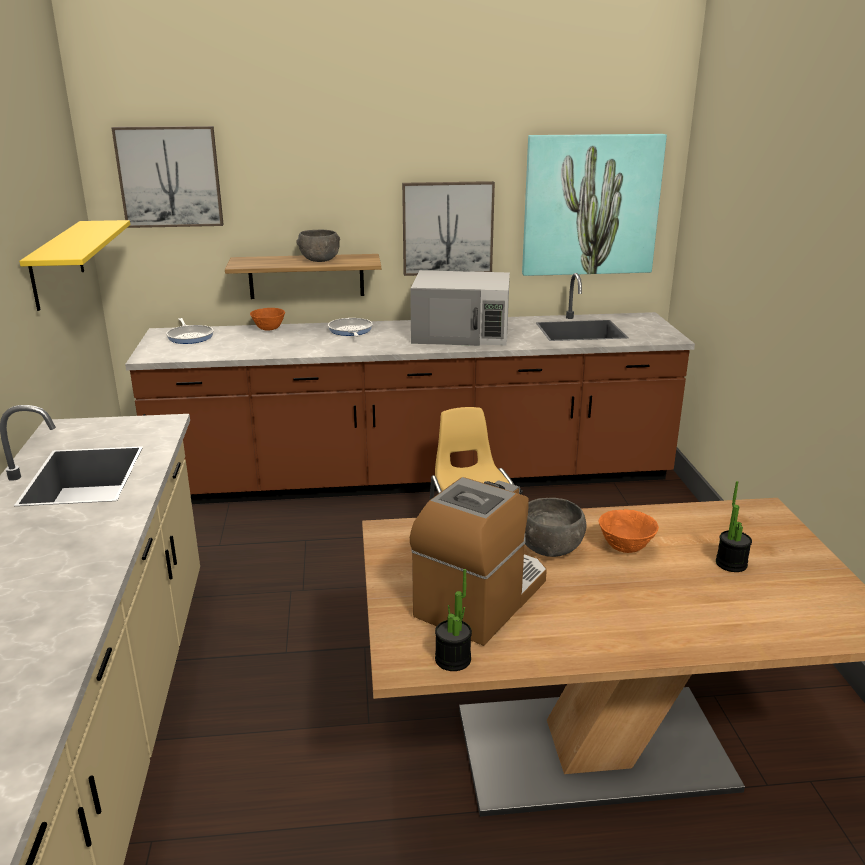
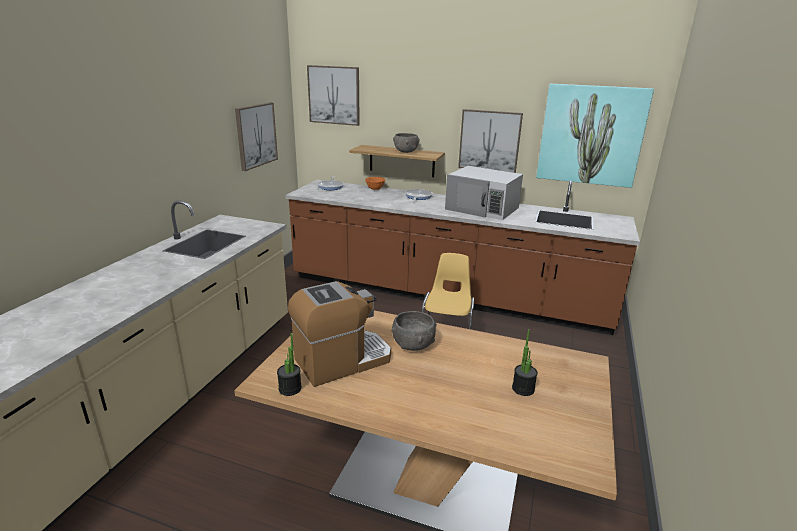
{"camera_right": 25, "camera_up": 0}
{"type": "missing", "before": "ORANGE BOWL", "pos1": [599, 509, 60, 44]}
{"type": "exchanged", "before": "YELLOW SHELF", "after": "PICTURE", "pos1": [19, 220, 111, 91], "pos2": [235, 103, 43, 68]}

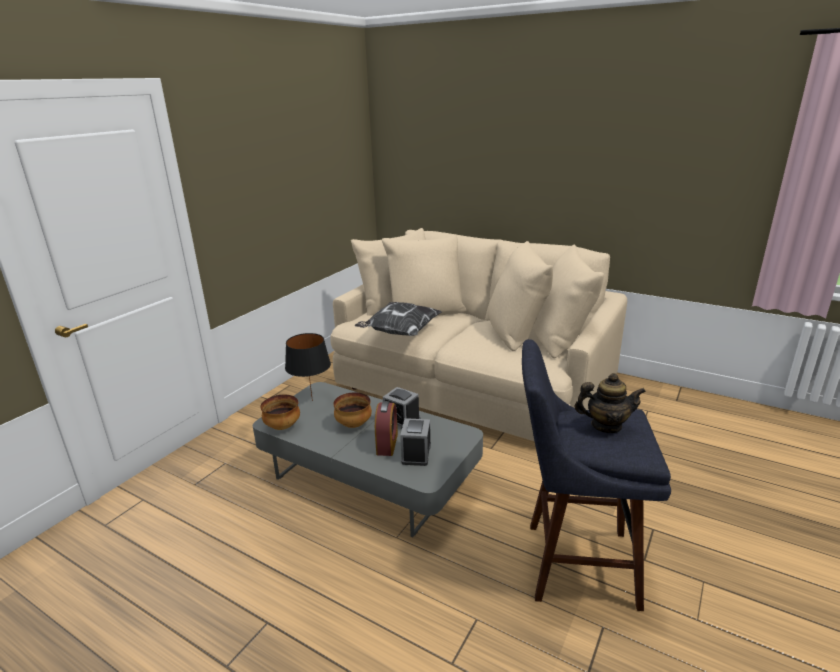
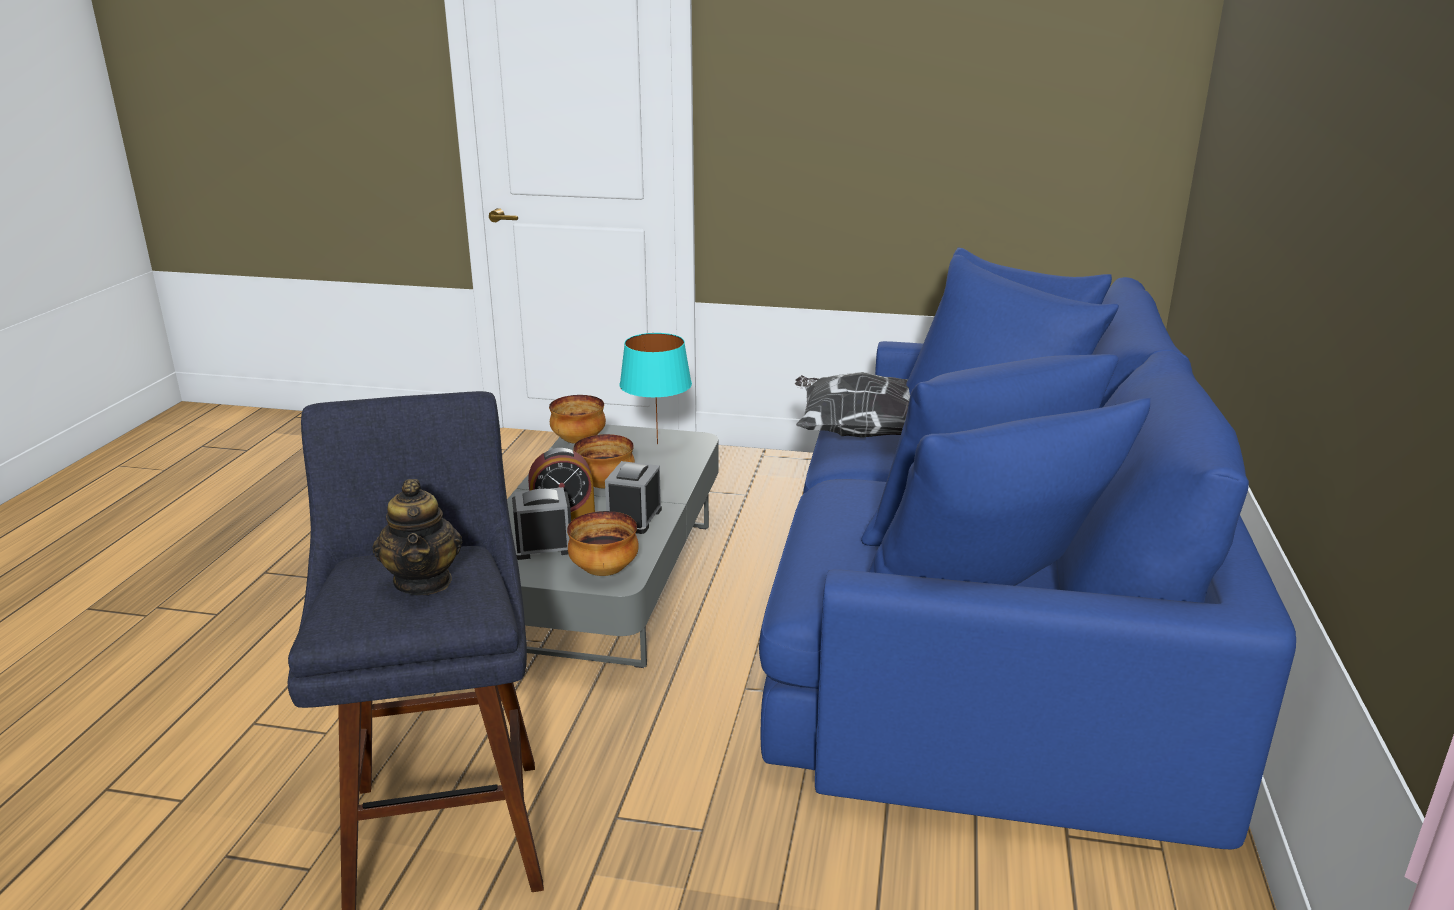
{"camera_right": 70, "camera_up": 0}
{"type": "appeared", "after": "BOWL", "pos2": [567, 511, 72, 65]}
{"type": "colour", "before": "BLACK TABLE LAMP", "after": "TURQUOISE TABLE LAMP", "pos1": [285, 333, 46, 68], "pos2": [620, 333, 72, 111]}
{"type": "colour", "before": "BEIGE SOFA", "after": "BLUE SOFA", "pos1": [330, 228, 297, 213], "pos2": [759, 248, 537, 601]}

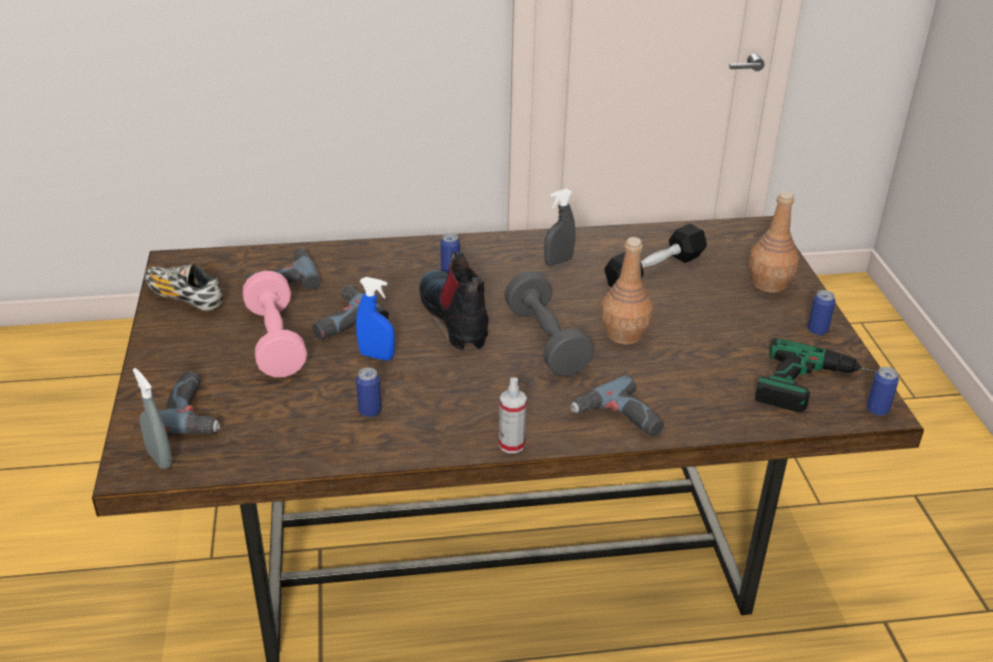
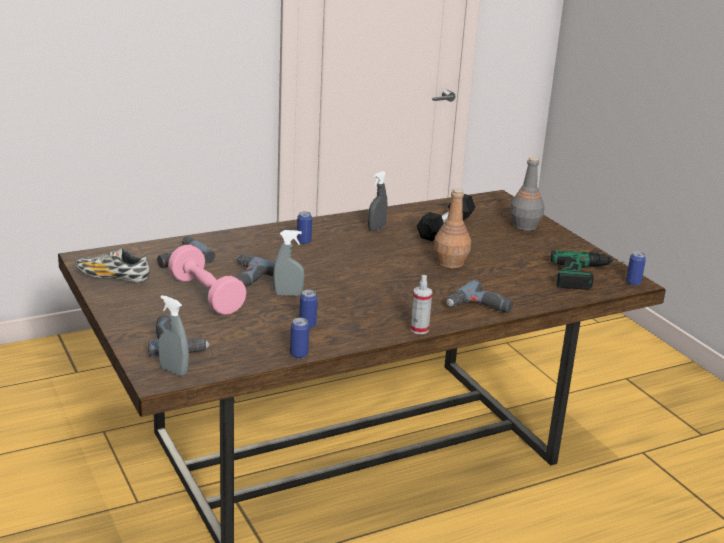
{"camera_right": -20, "camera_up": -10}
{"type": "missing", "before": "BOOT", "pos1": [419, 252, 70, 98]}
{"type": "missing", "before": "GREY DUMBBELL", "pos1": [505, 271, 89, 105]}
{"type": "relocated", "before": "CAN", "pos1": [808, 290, 28, 45], "pos2": [290, 318, 19, 40]}
{"type": "colour", "before": "BLUE SPRAY BOTTLE", "after": "GREY SPRAY BOTTLE", "pos1": [356, 277, 39, 84], "pos2": [273, 230, 31, 66]}
{"type": "colour", "before": "BROWN BOTTLE", "after": "GREY BOTTLE", "pos1": [748, 191, 51, 102], "pos2": [510, 157, 35, 74]}

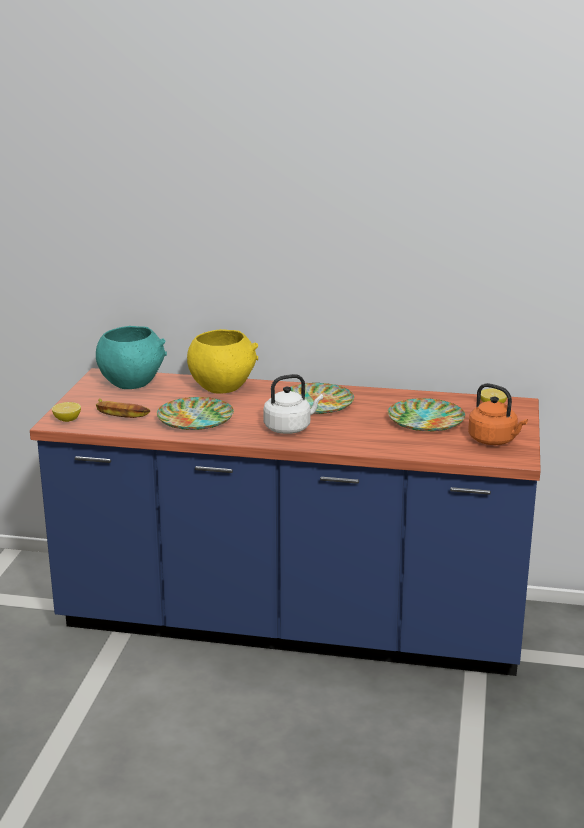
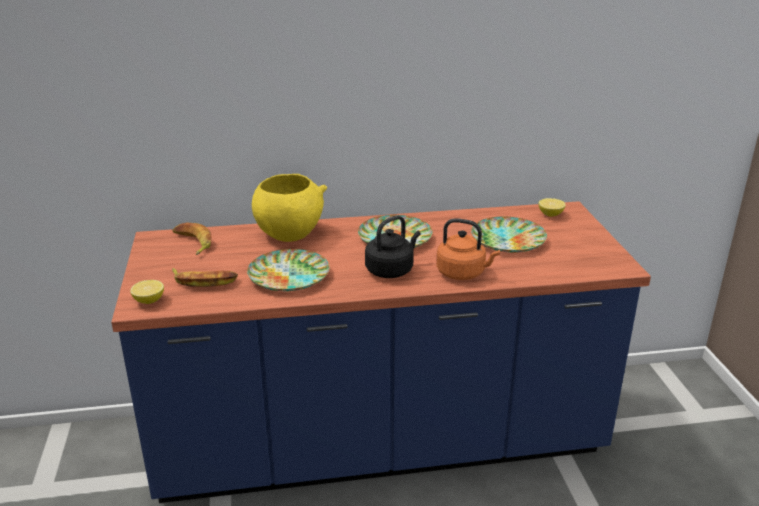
{"camera_right": -20, "camera_up": 5}
{"type": "relocated", "before": "ORANGE KETTLE", "pos1": [468, 383, 60, 62], "pos2": [436, 218, 64, 62]}
{"type": "exchanged", "before": "TURQUOISE BOWL", "after": "BANANA", "pos1": [96, 326, 71, 63], "pos2": [173, 222, 38, 33]}
{"type": "colour", "before": "WHITE KETTLE", "after": "BLACK KETTLE", "pos1": [263, 374, 60, 60], "pos2": [365, 215, 55, 63]}

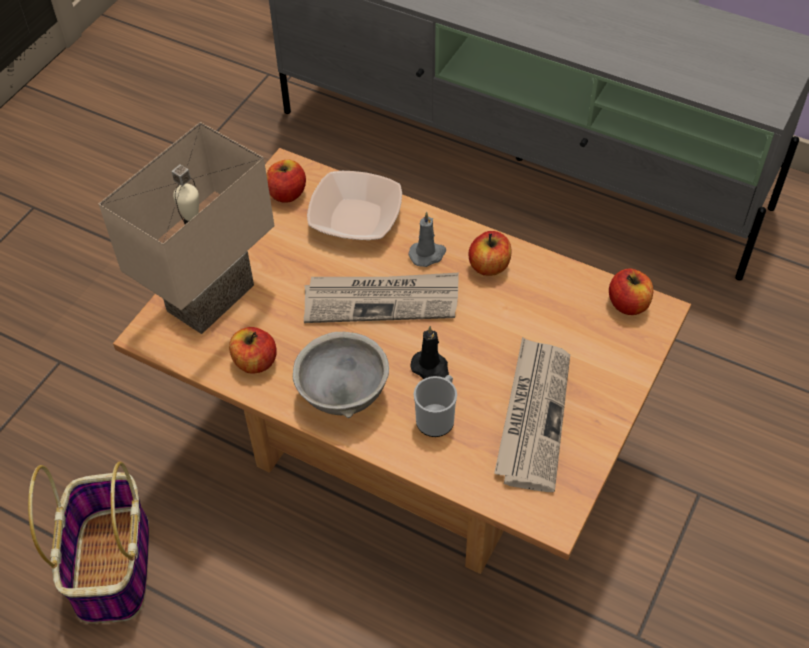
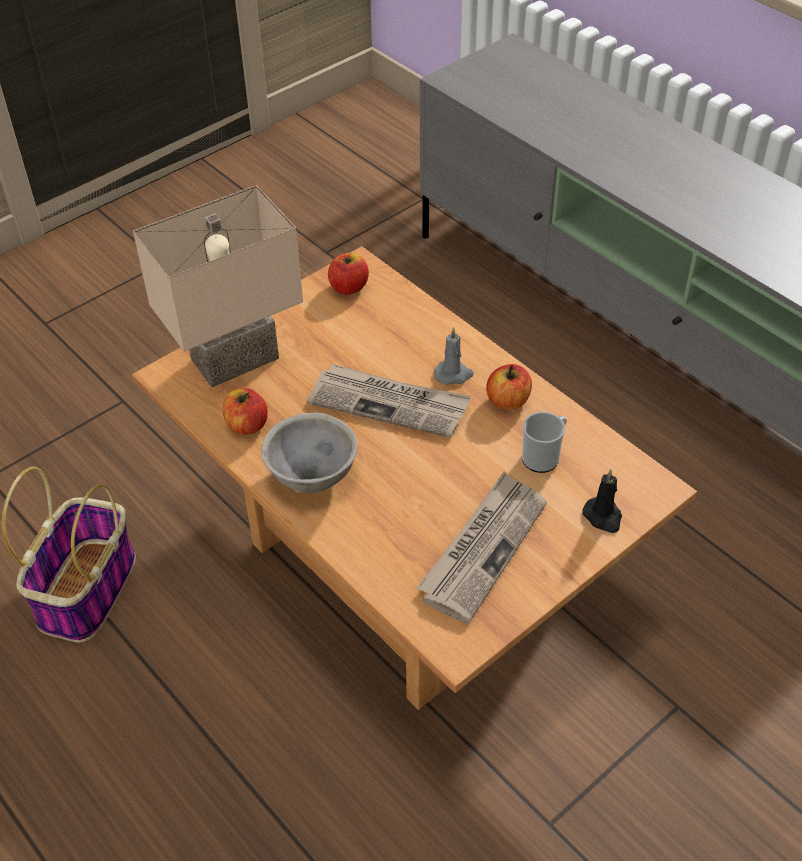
{"camera_right": 20, "camera_up": -5}
{"type": "missing", "before": "BOWL", "pos1": [307, 171, 95, 69]}
{"type": "missing", "before": "APPLE", "pos1": [609, 268, 44, 47]}
{"type": "relocated", "before": "BLACK CANDLE", "pos1": [410, 326, 39, 53], "pos2": [582, 469, 40, 64]}
{"type": "relocated", "before": "MUG", "pos1": [414, 375, 43, 62], "pos2": [522, 412, 45, 61]}

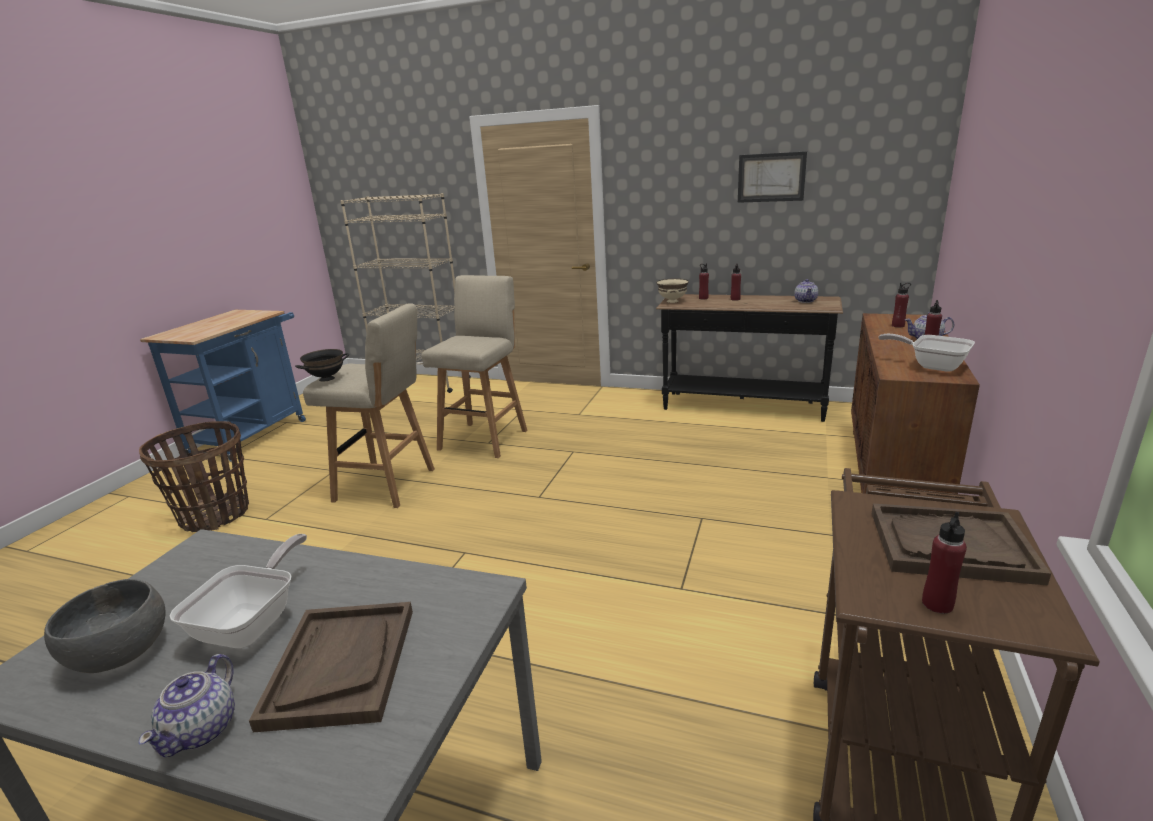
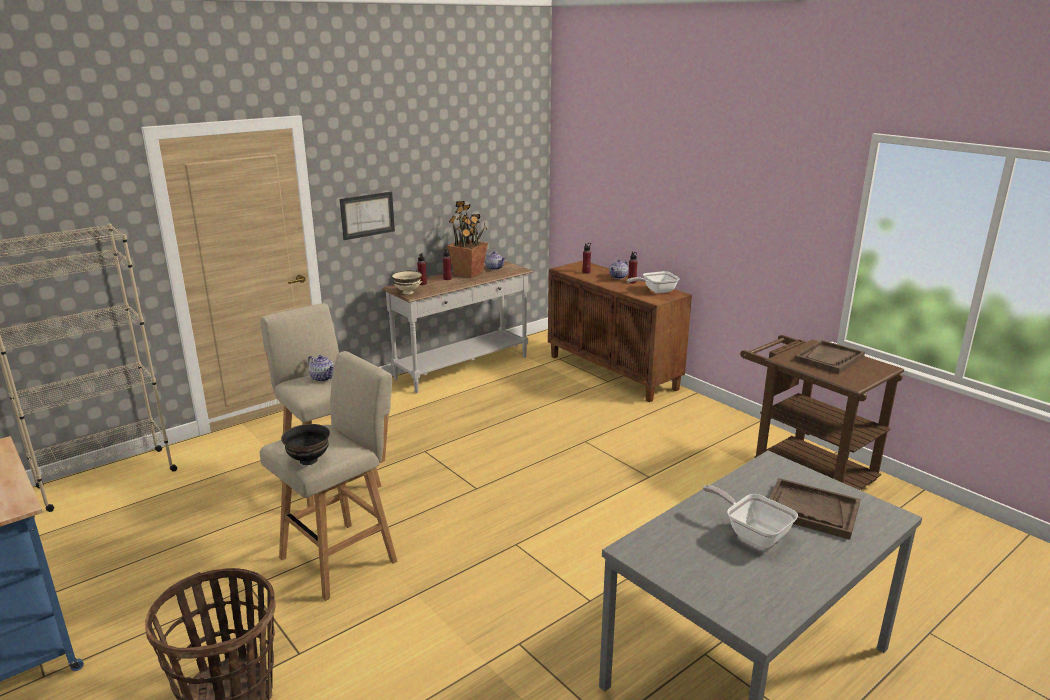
{"camera_right": -60, "camera_up": 0}
{"type": "missing", "before": "GREY BOWL", "pos1": [44, 579, 121, 94]}
{"type": "missing", "before": "RED BOTTLE", "pos1": [922, 512, 45, 102]}
{"type": "appeared", "after": "POTTED PLANT", "pos2": [447, 201, 41, 77]}
{"type": "relocated", "before": "TEAPOT", "pos1": [139, 654, 96, 103], "pos2": [308, 355, 26, 27]}
{"type": "relocated", "before": "PICTURE", "pos1": [738, 151, 69, 52], "pos2": [340, 192, 55, 48]}
{"type": "colour", "before": "BLACK CONSOLE TABLE", "after": "WHITE CONSOLE TABLE", "pos1": [656, 294, 187, 128], "pos2": [382, 261, 151, 132]}

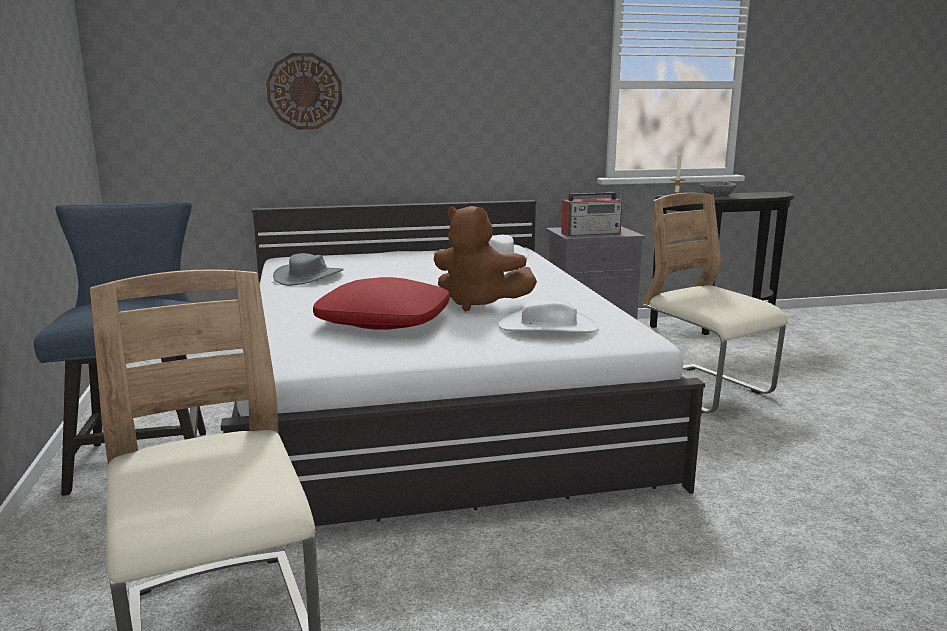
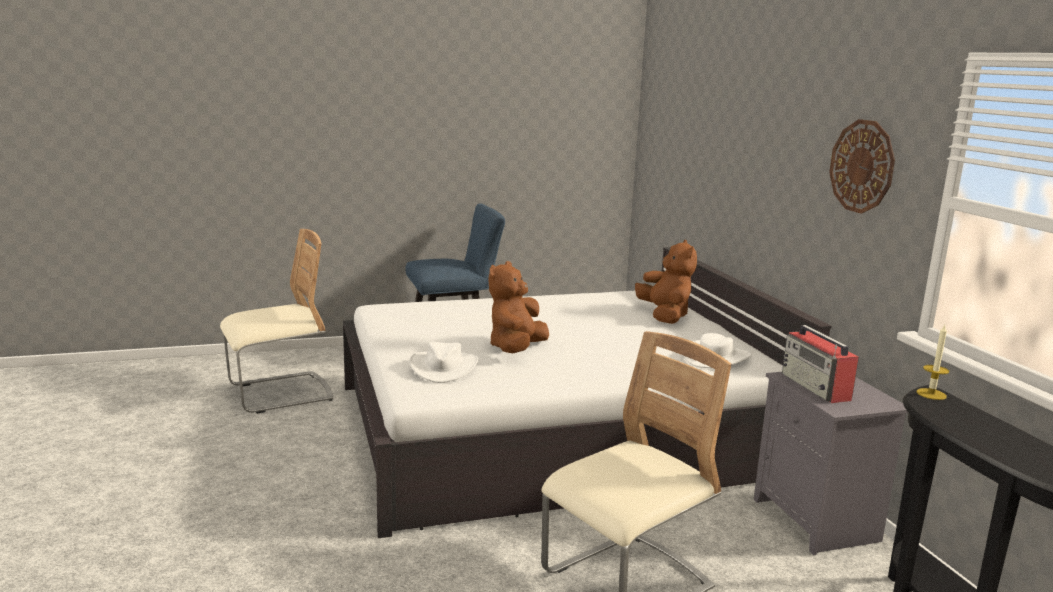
{"camera_right": 85, "camera_up": 0}
{"type": "missing", "before": "GREY HAT", "pos1": [273, 253, 71, 33]}
{"type": "missing", "before": "RED PILLOW", "pos1": [313, 277, 136, 53]}
{"type": "missing", "before": "GREY BOWL", "pos1": [700, 181, 36, 16]}
{"type": "appeared", "after": "BROWN PLUSH TOY", "pos2": [635, 240, 62, 84]}
{"type": "relocated", "before": "WALL CLOCK", "pos1": [266, 53, 76, 76], "pos2": [829, 119, 66, 95]}

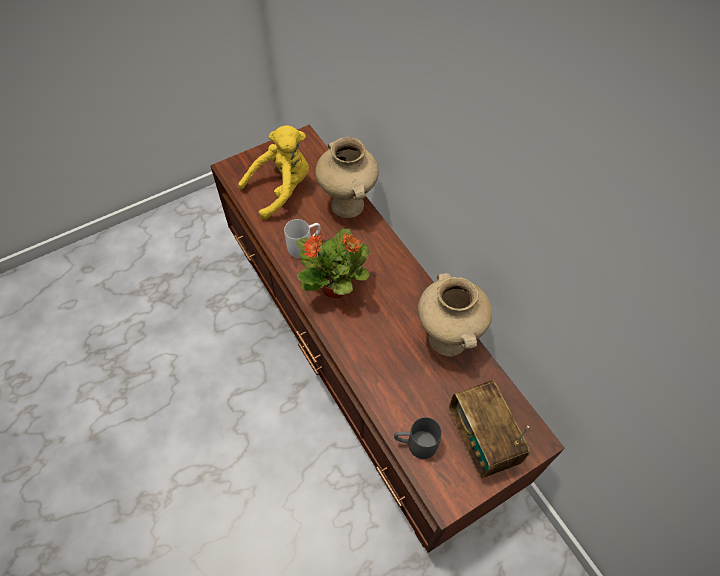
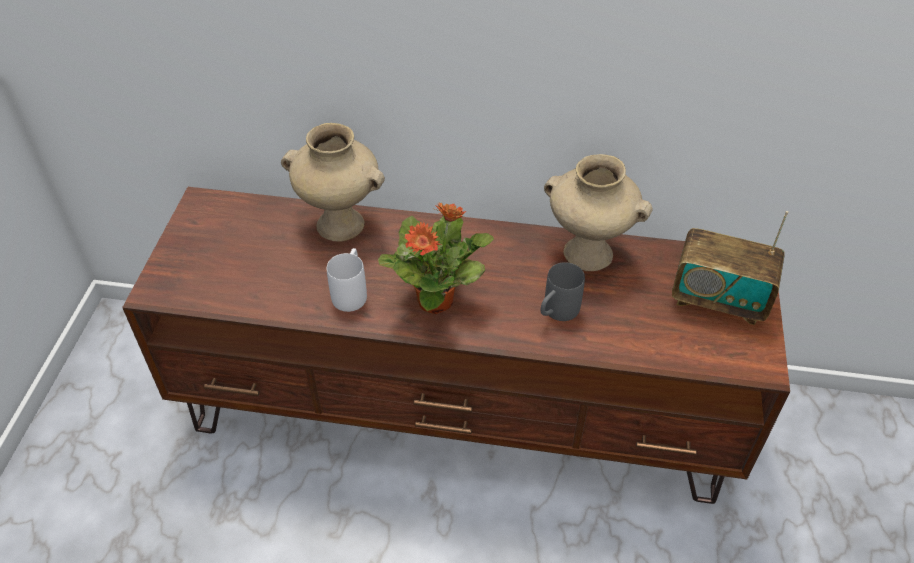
{"camera_right": -50, "camera_up": -10}
{"type": "missing", "before": "YELLOW PLUSH TOY", "pos1": [238, 125, 71, 95]}
{"type": "relocated", "before": "GREY MUG", "pos1": [394, 417, 48, 42], "pos2": [541, 262, 44, 59]}

